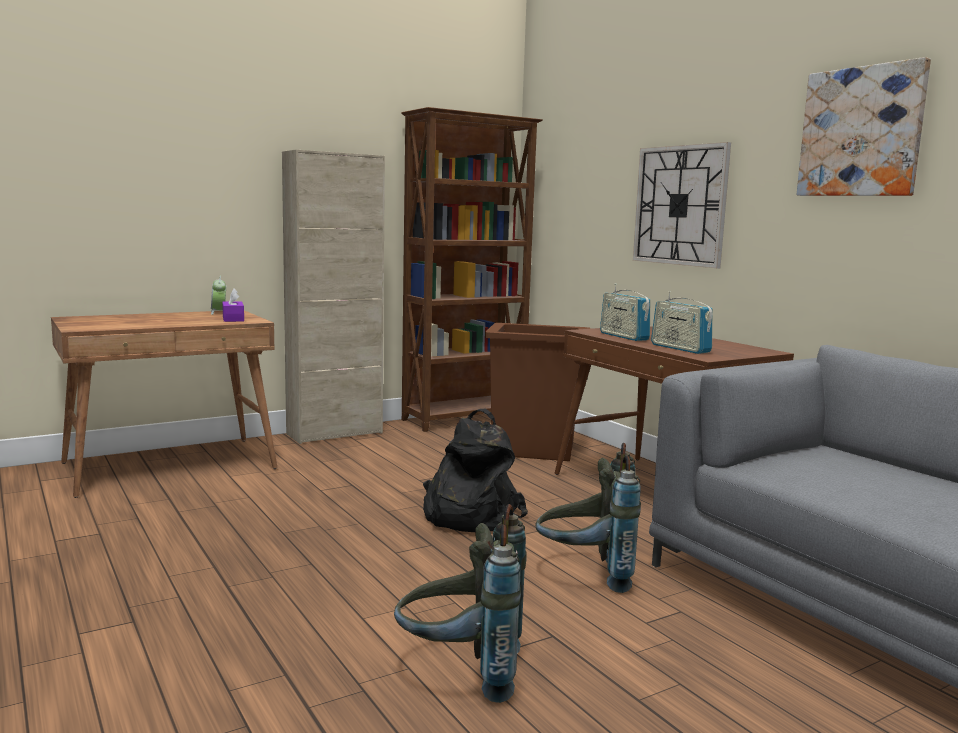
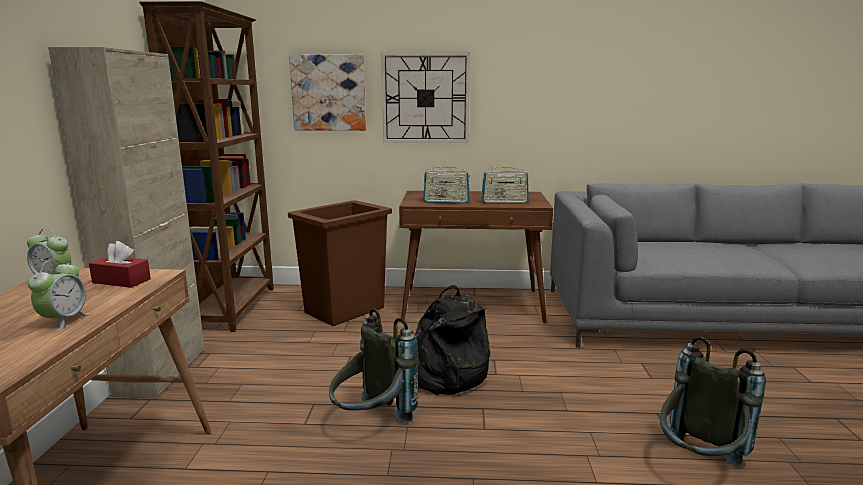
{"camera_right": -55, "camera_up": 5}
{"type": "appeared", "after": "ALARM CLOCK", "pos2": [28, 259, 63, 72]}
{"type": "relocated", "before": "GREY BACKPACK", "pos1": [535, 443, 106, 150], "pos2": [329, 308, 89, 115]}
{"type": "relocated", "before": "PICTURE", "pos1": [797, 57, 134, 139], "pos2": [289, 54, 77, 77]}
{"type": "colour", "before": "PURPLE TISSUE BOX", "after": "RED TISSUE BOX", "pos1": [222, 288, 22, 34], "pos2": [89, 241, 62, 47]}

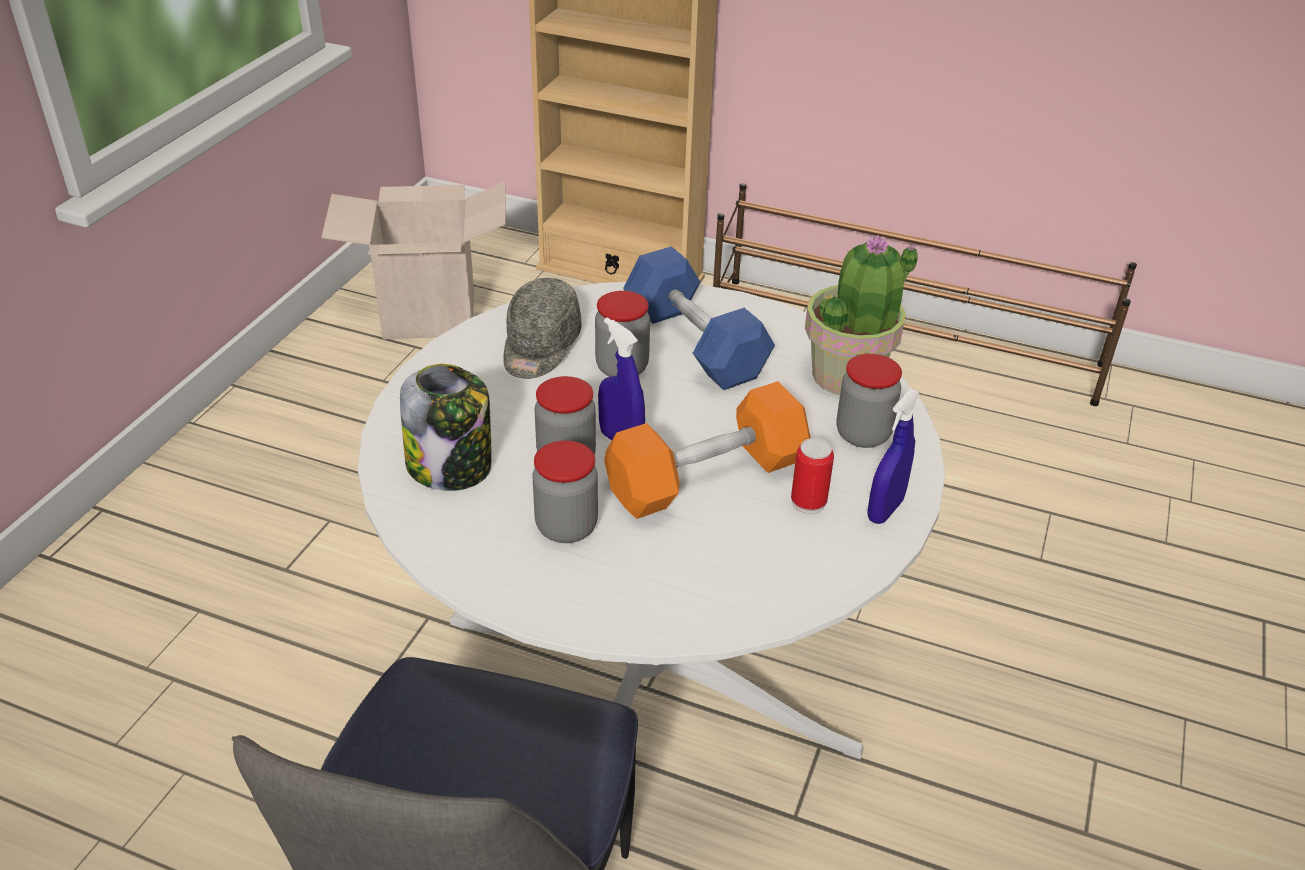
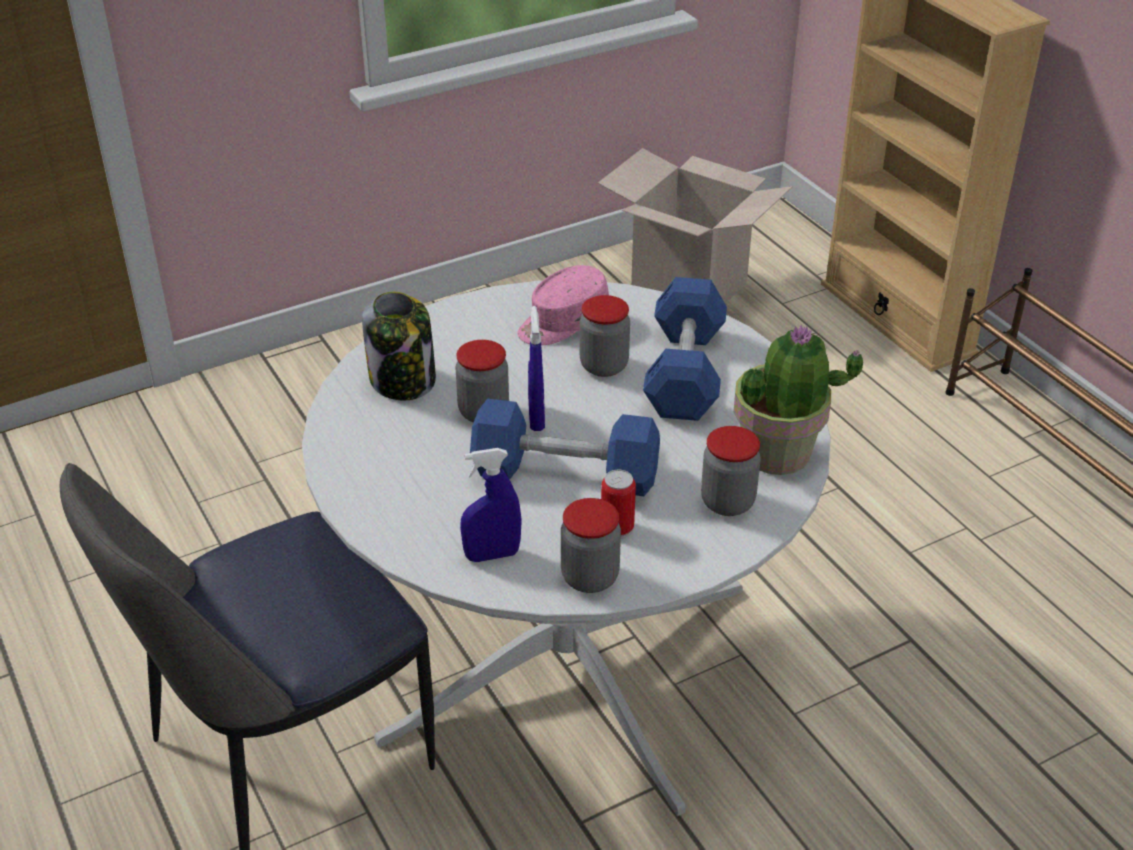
{"camera_right": 40, "camera_up": 0}
{"type": "relocated", "before": "JAR", "pos1": [532, 440, 66, 103], "pos2": [561, 498, 60, 95]}
{"type": "relocated", "before": "BLUE SPRAY BOTTLE", "pos1": [868, 388, 51, 136], "pos2": [460, 448, 62, 114]}
{"type": "colour", "before": "GREY CAP", "after": "PINK CAP", "pos1": [503, 278, 79, 101], "pos2": [517, 265, 92, 80]}
{"type": "colour", "before": "ORANGE DUMBBELL", "after": "BLUE DUMBBELL", "pos1": [604, 381, 206, 138], "pos2": [470, 399, 190, 97]}

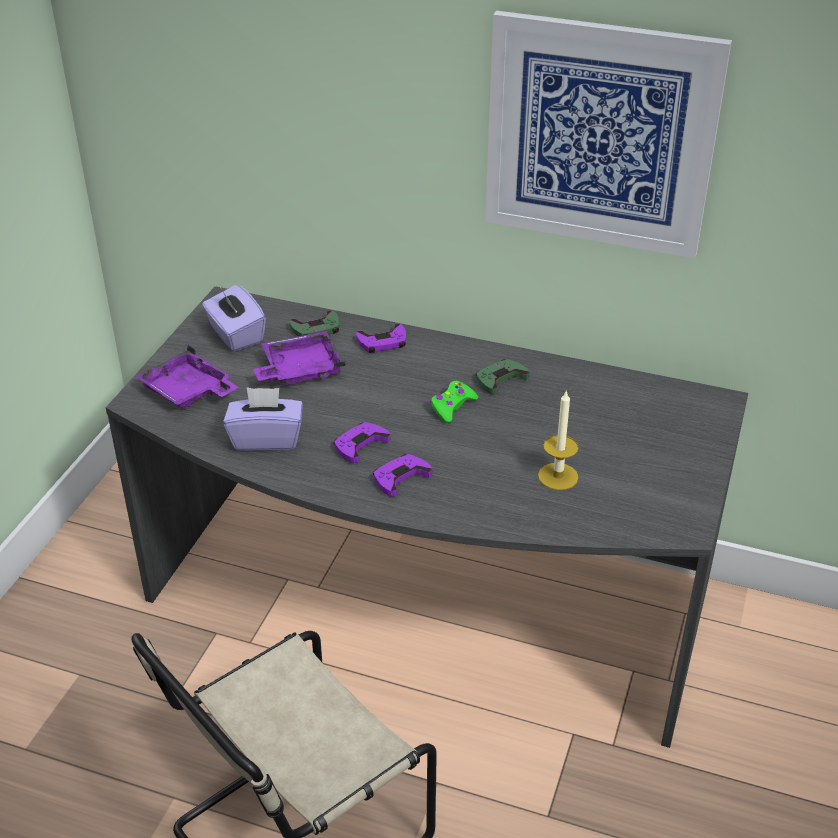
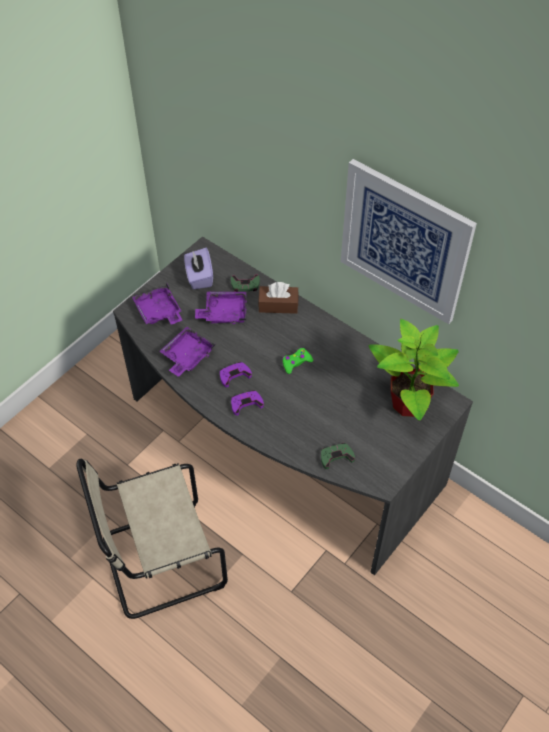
{"camera_right": 20, "camera_up": 15}
{"type": "missing", "before": "CANDLE", "pos1": [538, 390, 41, 100]}
{"type": "appeared", "after": "POTTED PLANT", "pos2": [369, 319, 90, 102]}
{"type": "relocated", "before": "GREEN GAME CONTROLLER", "pos1": [476, 359, 53, 35], "pos2": [321, 443, 34, 26]}
{"type": "exchanged", "before": "PURPLE TISSUE BOX", "after": "PURPLE TRAY", "pos1": [223, 387, 80, 64], "pos2": [159, 327, 57, 50]}
{"type": "exchanged", "before": "PURPLE GAME CONTROLLER", "after": "BROWN TISSUE BOX", "pos1": [356, 324, 50, 29], "pos2": [258, 282, 41, 32]}

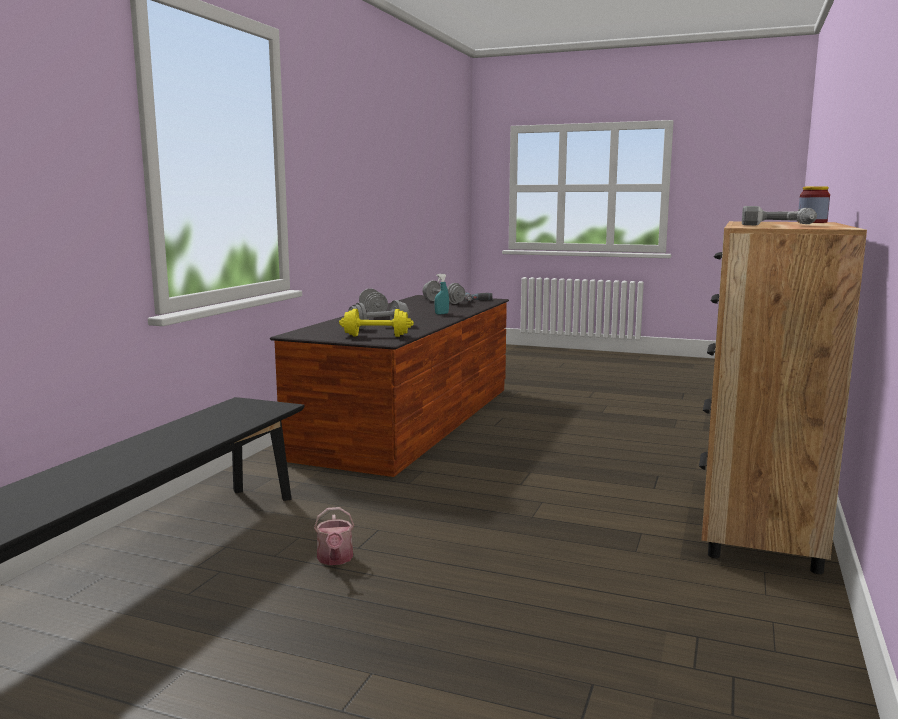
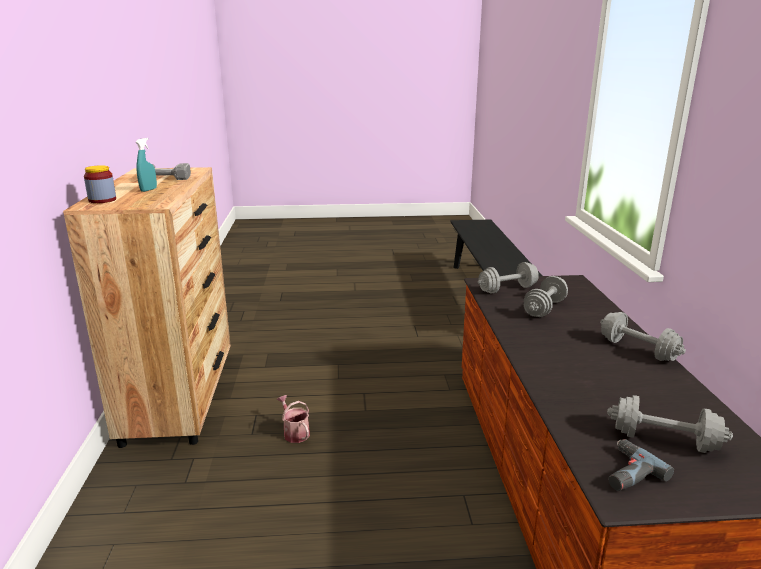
{"camera_right": 155, "camera_up": 10}
{"type": "relocated", "before": "WATERING CAN", "pos1": [314, 507, 40, 58], "pos2": [277, 395, 33, 48]}
{"type": "relocated", "before": "TURQUOISE SPRAY BOTTLE", "pos1": [435, 274, 14, 40], "pos2": [135, 138, 22, 54]}
{"type": "colour", "before": "YELLOW DUMBBELL", "after": "GREY DUMBBELL", "pos1": [339, 309, 75, 28], "pos2": [478, 262, 61, 32]}

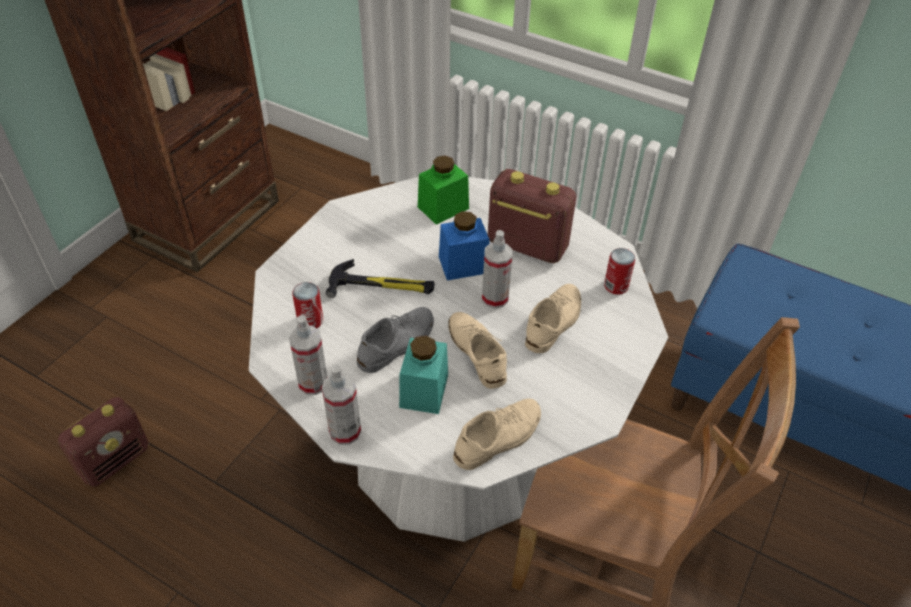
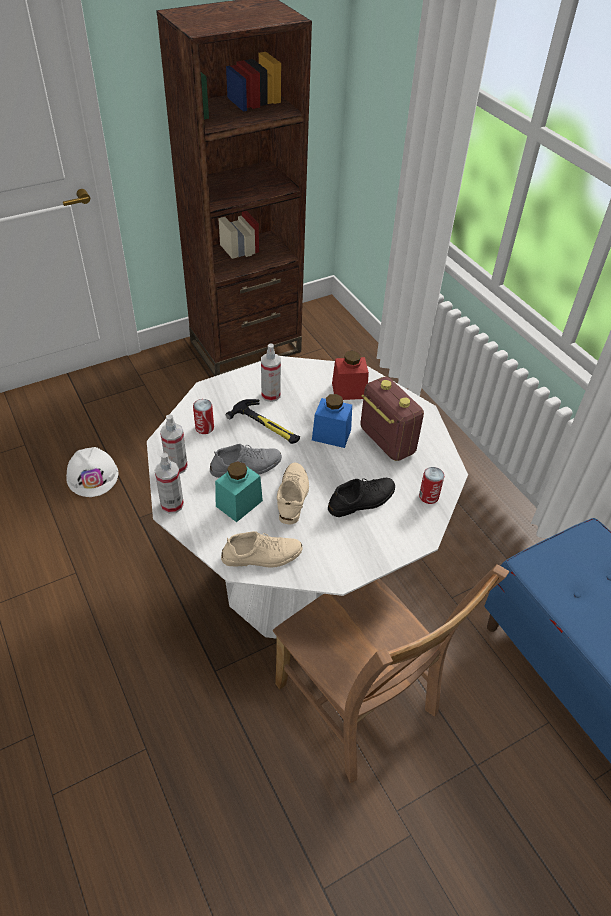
{"camera_right": 30, "camera_up": 0}
{"type": "relocated", "before": "SPRAY BOTTLE", "pos1": [482, 230, 31, 79], "pos2": [261, 343, 20, 59]}
{"type": "exchanged", "before": "RADIO", "after": "WHITE HARD HAT", "pos1": [58, 397, 91, 90], "pos2": [66, 447, 52, 50]}
{"type": "colour", "before": "GREEN JAR", "after": "RED JAR", "pos1": [418, 156, 51, 69], "pos2": [332, 350, 37, 50]}
{"type": "colour", "before": "BEIGE SHOE", "after": "BLACK SHOE", "pos1": [525, 284, 56, 69], "pos2": [328, 478, 67, 39]}

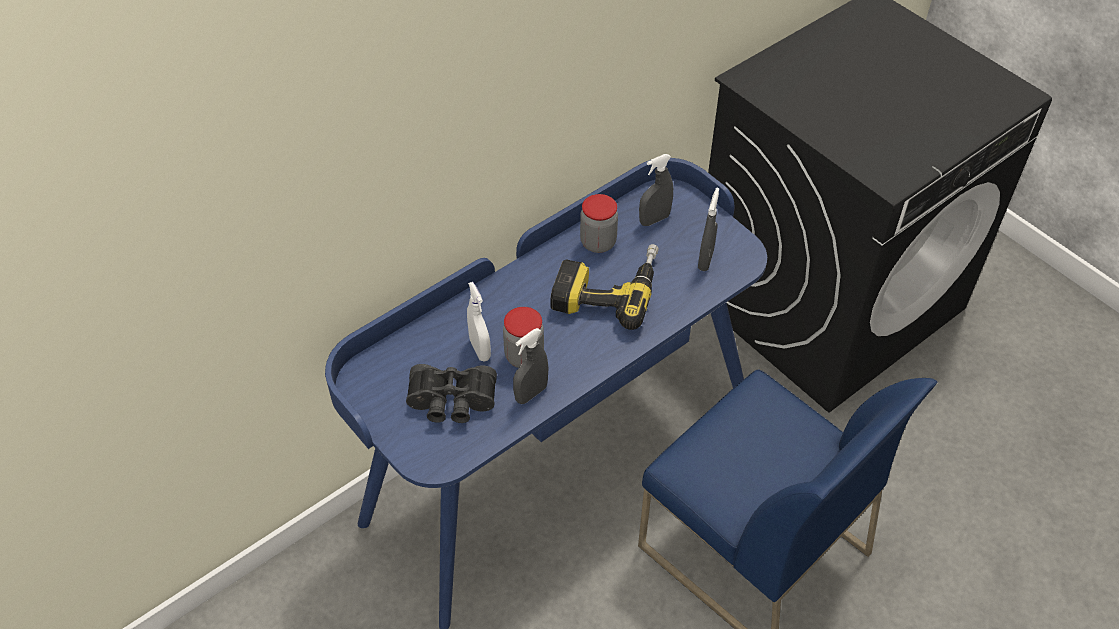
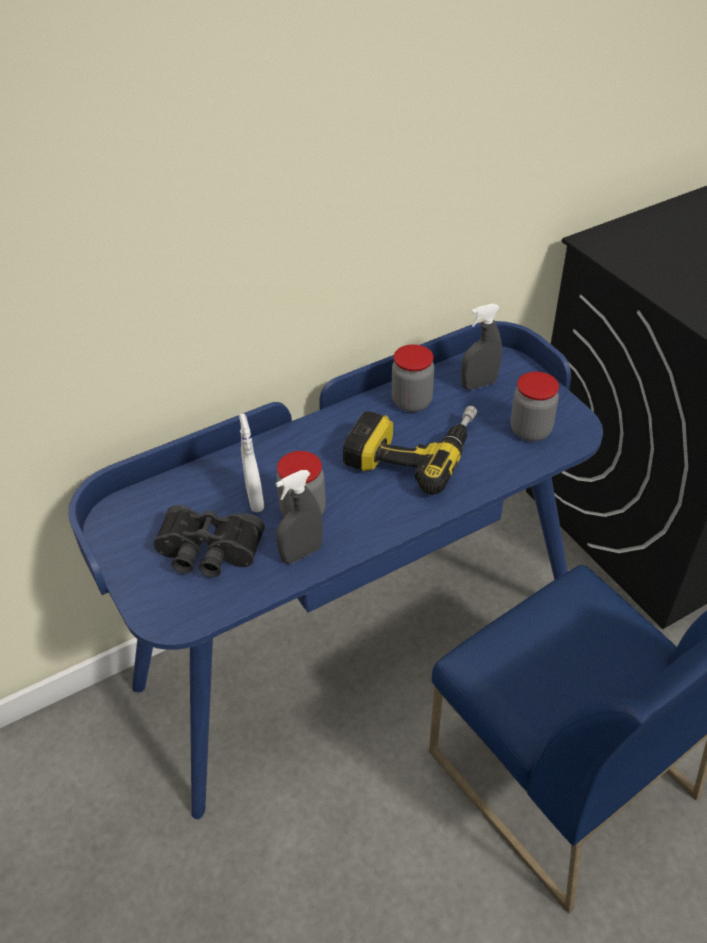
{"camera_right": 10, "camera_up": -5}
{"type": "exchanged", "before": "GREY SPRAY BOTTLE", "after": "JAR", "pos1": [698, 188, 21, 83], "pos2": [511, 372, 48, 69]}

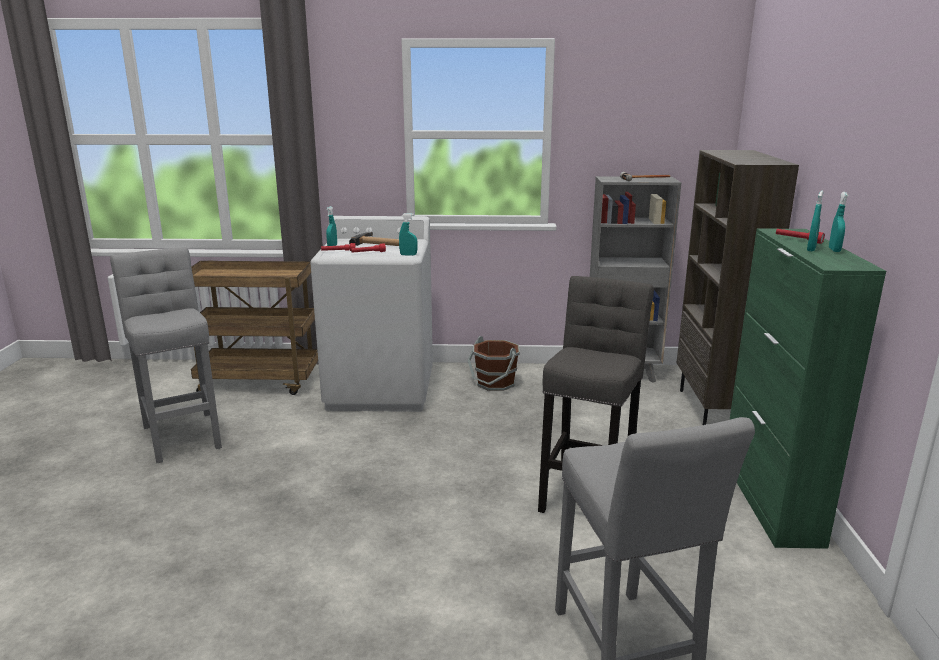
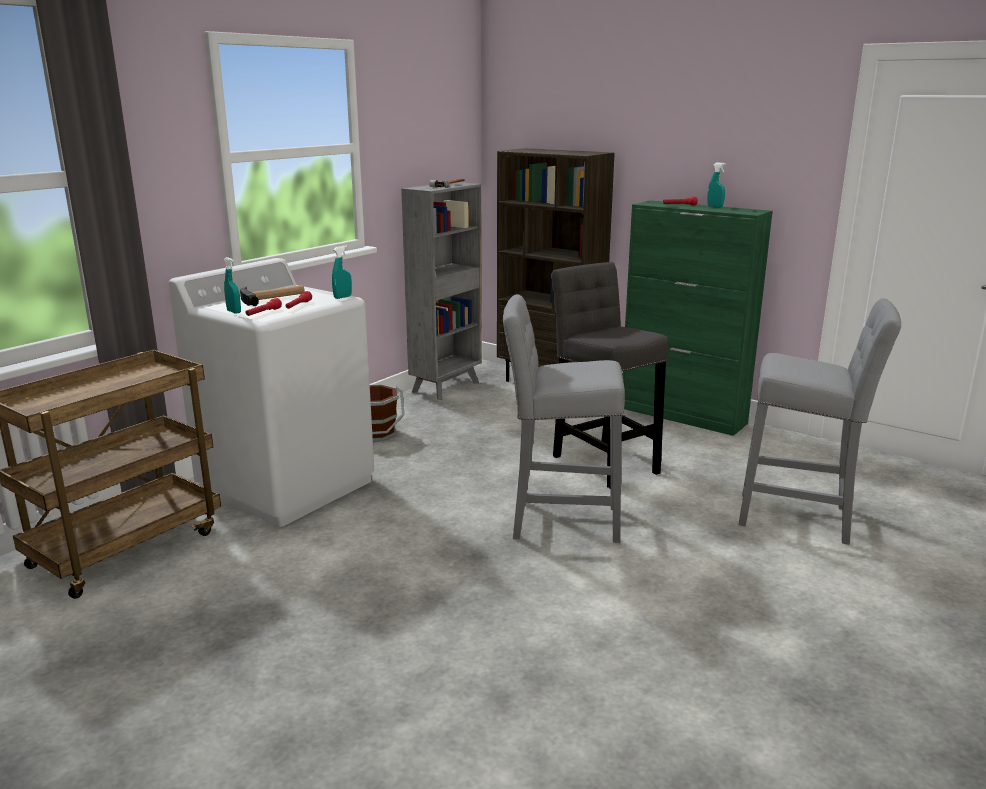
{"camera_right": -55, "camera_up": 0}
{"type": "missing", "before": "TURQUOISE SPRAY BOTTLE", "pos1": [807, 191, 16, 60]}
{"type": "relocated", "before": "GREY STOOL", "pos1": [110, 247, 112, 216], "pos2": [503, 294, 122, 249]}

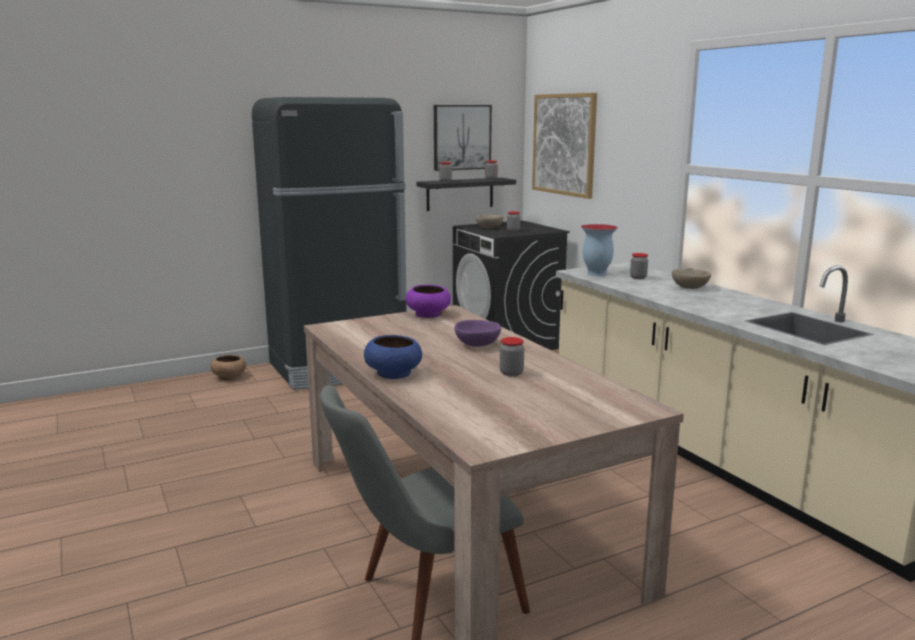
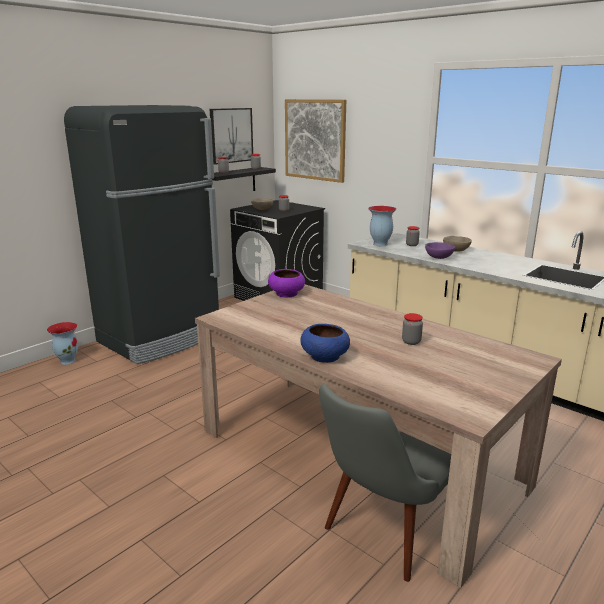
{"camera_right": -20, "camera_up": 5}
{"type": "relocated", "before": "PURPLE BOWL", "pos1": [455, 320, 46, 27], "pos2": [425, 242, 30, 17]}
{"type": "exchanged", "before": "BROWN BOWL", "after": "VASE", "pos1": [210, 355, 36, 25], "pos2": [47, 322, 31, 43]}

